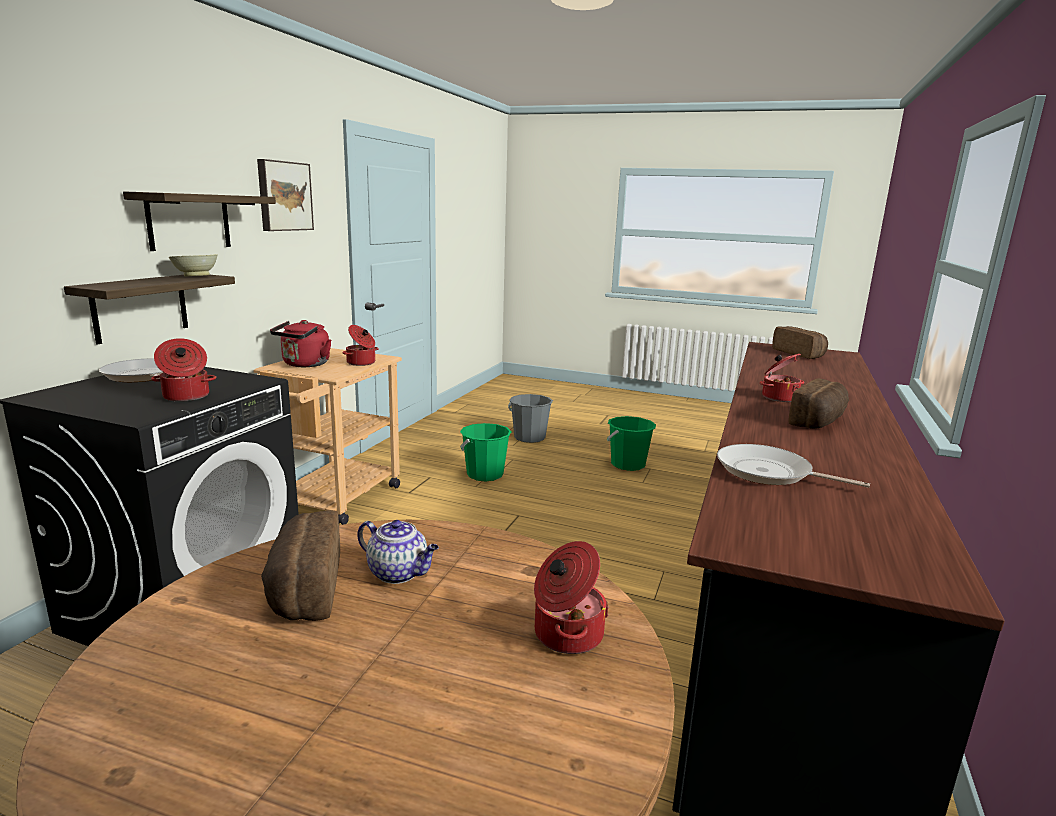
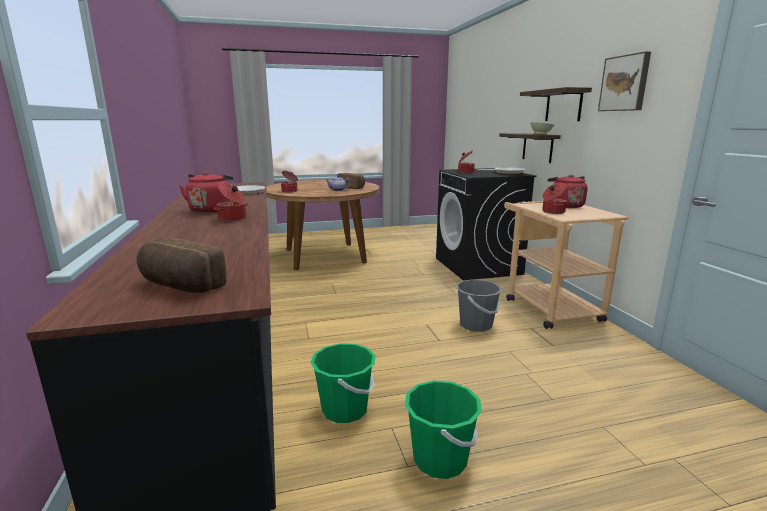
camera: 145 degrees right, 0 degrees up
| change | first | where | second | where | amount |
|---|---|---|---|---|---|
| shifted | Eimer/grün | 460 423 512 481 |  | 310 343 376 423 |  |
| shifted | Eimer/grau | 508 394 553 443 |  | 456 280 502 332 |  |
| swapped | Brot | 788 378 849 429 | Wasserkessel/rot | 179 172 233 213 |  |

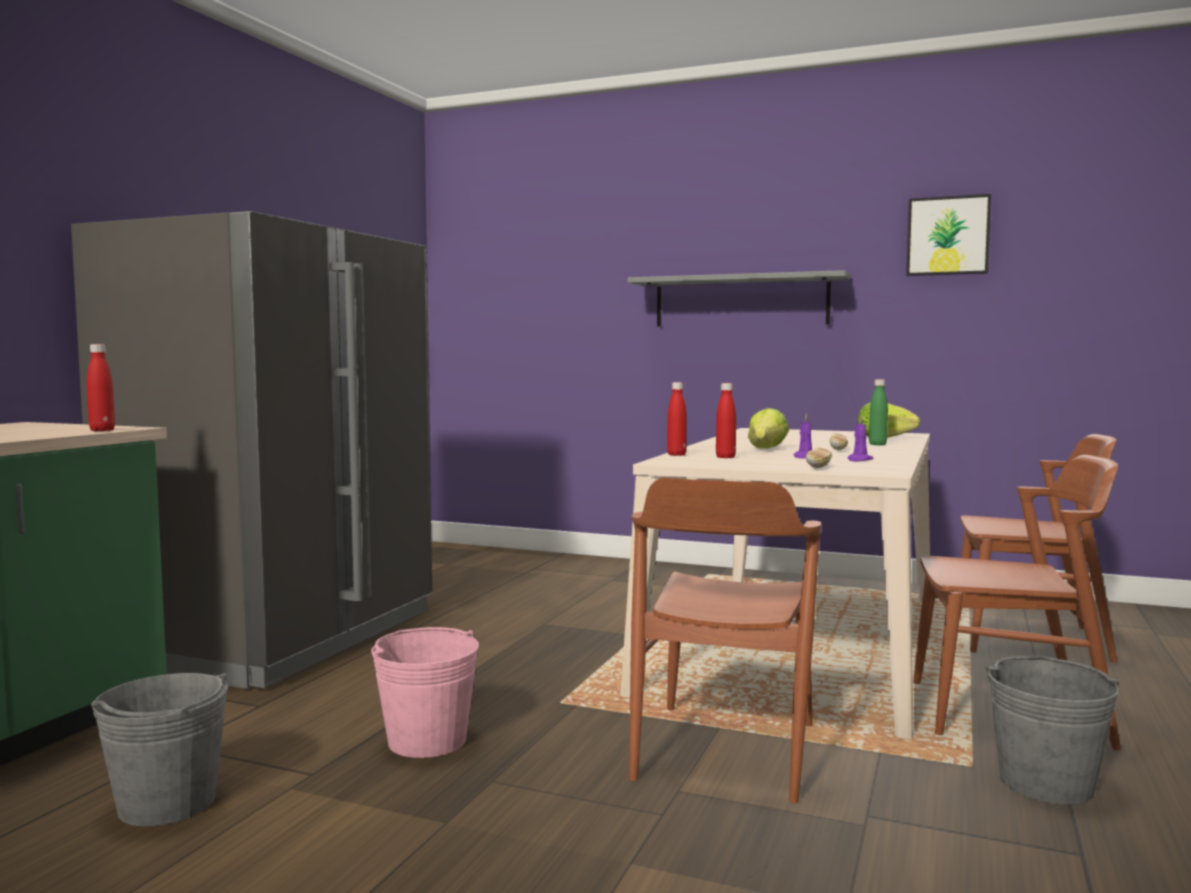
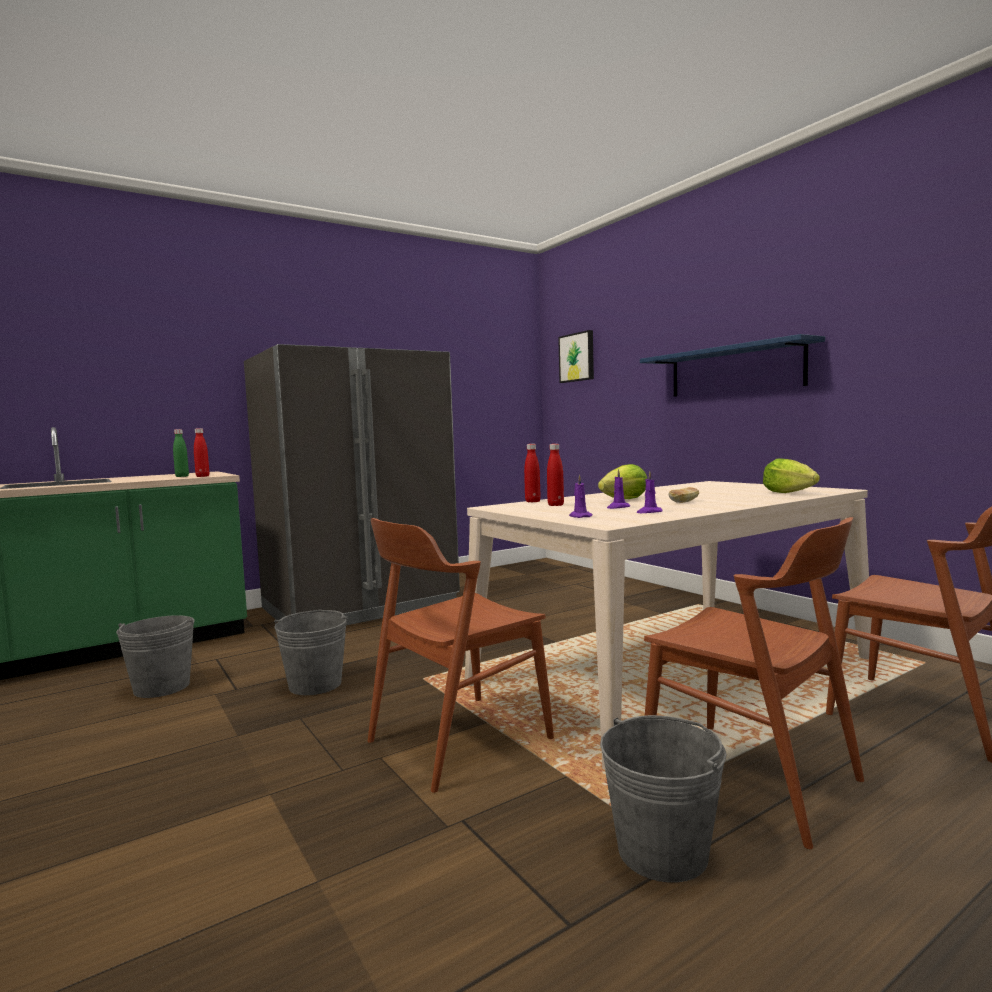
camera: 35 degrees right, 0 degrees up
| change | first | where | second | where | amount |
|---|---|---|---|---|---|
| shifted | Flasche/grün | 869 379 888 445 |  | 173 429 189 477 |  |
| shifted | Bild | 906 194 991 276 |  | 558 330 594 383 |  |
| swapped | Brot | 806 448 832 468 | Kerze/lila | 569 474 593 518 |  |
| repainted | Eimer/rosa | 371 627 479 758 | Eimer/grau | 274 610 347 695 |  |
| repainted | Wandregal/grau | 627 270 850 326 | Wandregal/blau | 640 334 825 397 |  |

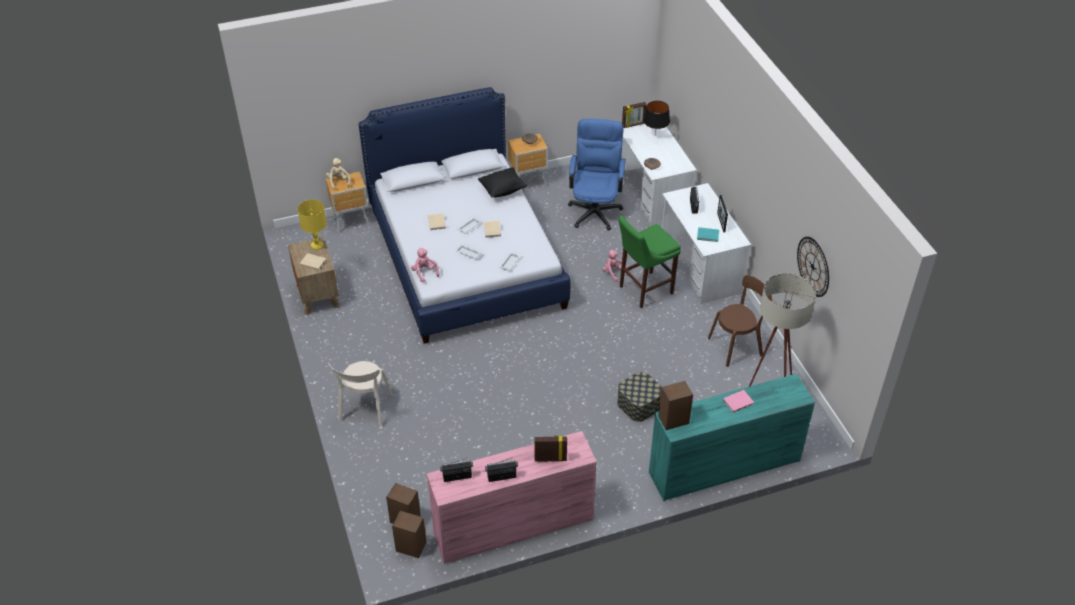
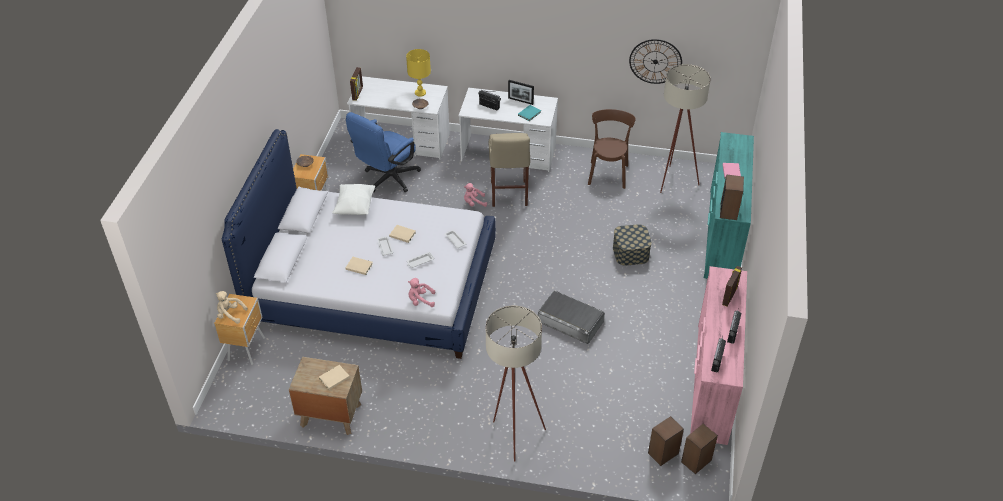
camera: 60 degrees left, 0 degrees up
| change | first | where | second | where | amount |
|---|---|---|---|---|---|
| gone | Tischlampe/schwarz | 643 101 670 135 |  |  |  |
| new |  |  | Aufbewahrungsbox/grau | 538 291 605 344 |  |
| shifted | Tischlampe/gelb | 298 200 327 250 |  | 406 49 431 97 |  |
| swapped | Stuhl/beige | 328 361 393 426 | Stehlampe/beige | 486 306 546 462 |  |
| repainted | Kissen/schwarz | 478 167 527 197 | Kissen/weiß | 332 184 375 215 |  |
| repainted | Hocker/grün | 618 216 681 308 | Hocker/beige | 489 133 530 207 |  |
| rotated | Bürostuhl/blau | 568 119 625 231 |  | 346 112 421 193 | 90 degrees counterclockwise |

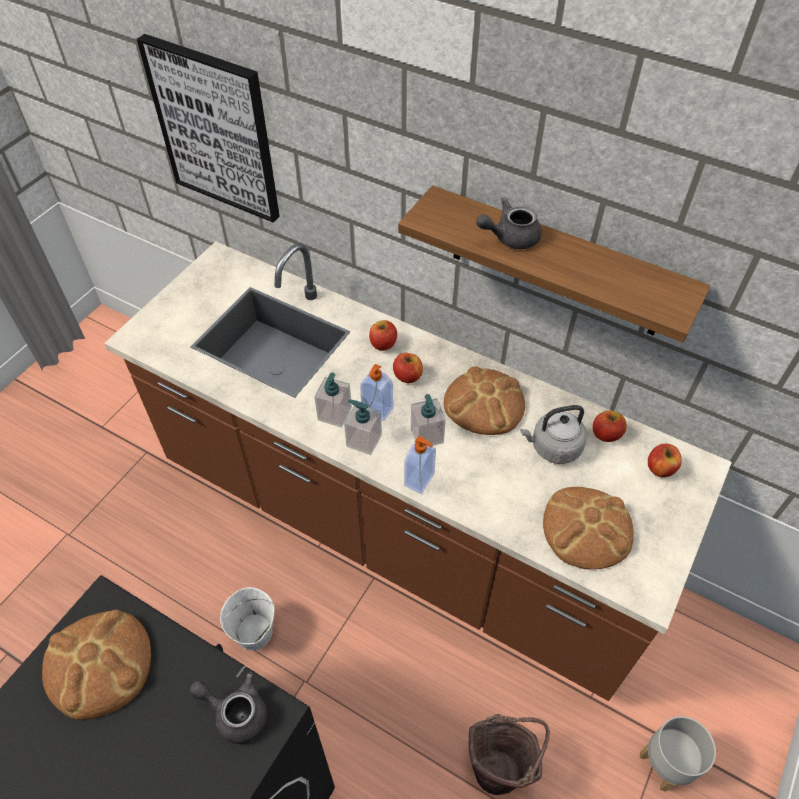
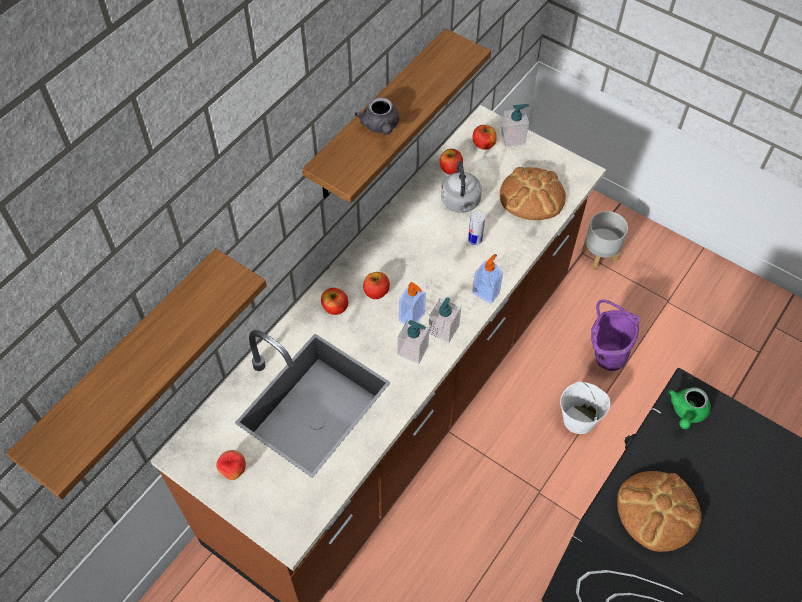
camera: 85 degrees left, 5 degrees up
| change | first | where | second | where | amount |
|---|---|---|---|---|---|
| gone | Brot | 444 366 525 435 |  |  |  |
| new |  |  | Apfel | 216 450 246 480 |  |
| new |  |  | Dose | 468 211 485 245 |  |
| shifted | Eimer/weiß | 220 587 275 651 |  | 560 381 610 434 |  |
| shifted | Seifenspender | 411 394 446 446 |  | 501 104 529 147 |  |
| swapped | Bild | 137 34 280 223 | Wandregal | 6 248 267 500 |  |
| repainted | Teekanne/grau | 190 672 268 744 | Teekanne/grün | 668 387 711 429 |  |
| repainted | Eimer/braun | 469 714 550 795 | Eimer/lila | 591 299 639 371 |  |

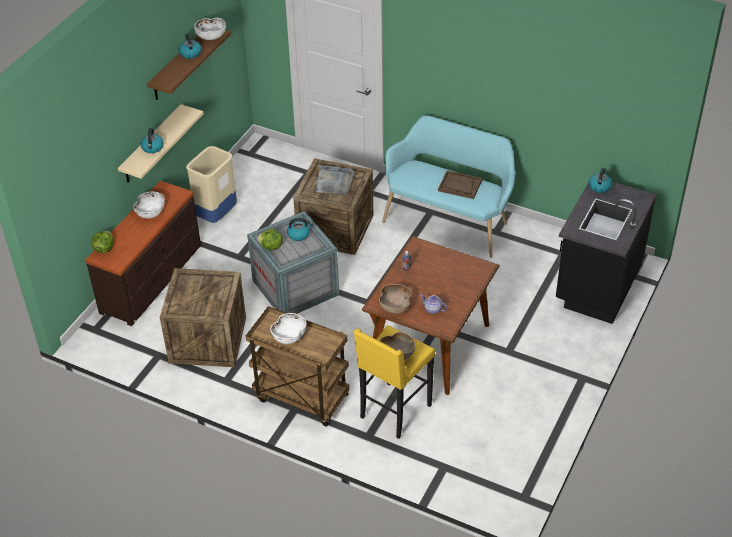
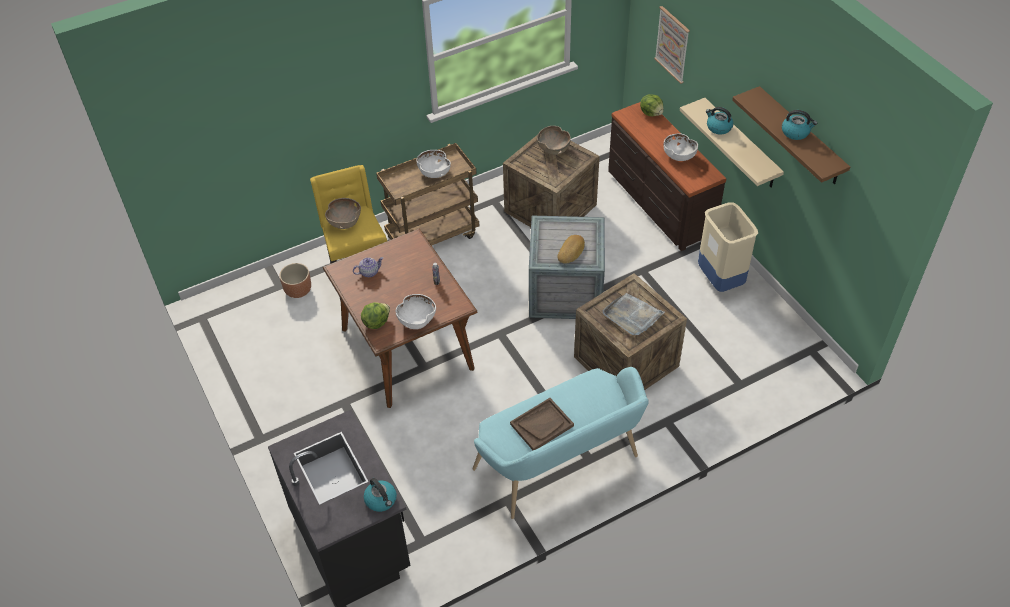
camera: 125 degrees right, 5 degrees up
| change | first | where | second | where | amount |
|---|---|---|---|---|---|
| new |  |  | Pflanzkübel/braun | 280 263 311 298 |  |
| new |  |  | Bild | 654 6 690 84 |  |
| shifted | Schüssel/weiß | 194 18 226 40 |  | 396 294 436 329 |  |
| shifted | Salatkopf | 257 229 283 250 |  | 361 302 390 329 |  |
| shifted | Schüssel/braun | 379 284 412 314 |  | 537 126 571 155 |  |
| swapped | Wasserkessel | 287 218 313 241 | Brot | 557 235 585 264 |  |

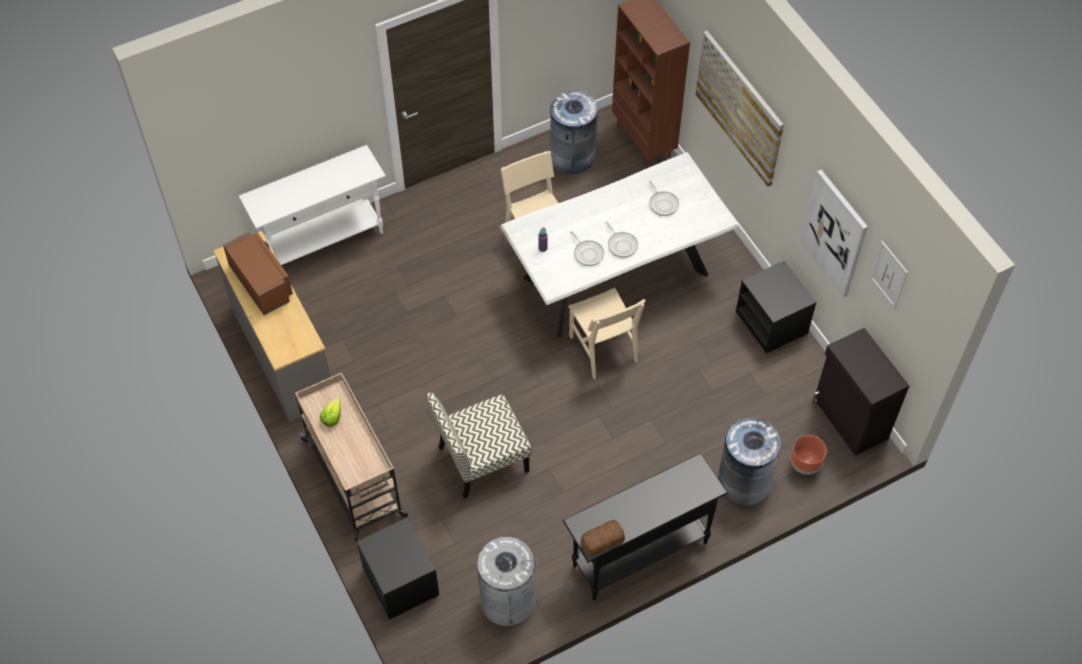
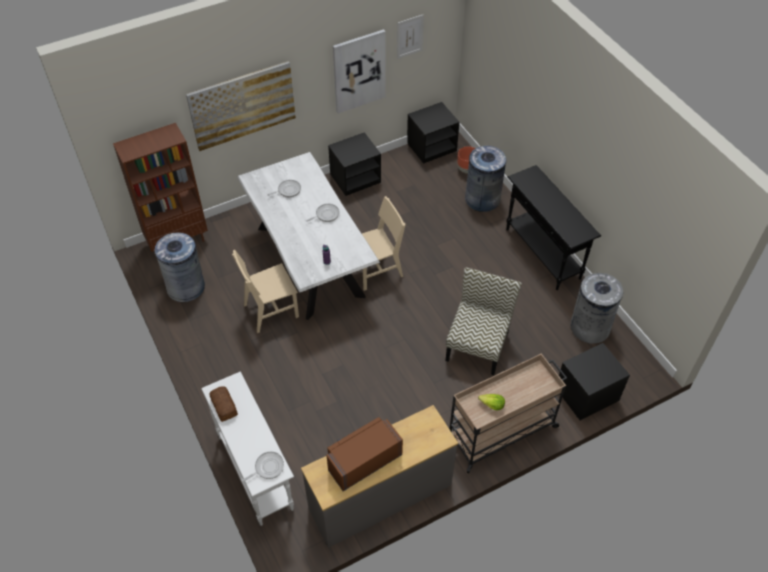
camera: 90 degrees left, 5 degrees down
| change | first | where | second | where | amount |
|---|---|---|---|---|---|
| shifted | Pfanne | 570 231 604 266 |  | 242 452 285 482 |  |
| shifted | Brot | 581 520 625 557 |  | 209 386 238 422 |  |
| swapped | Schrank/schwarz | 812 328 909 456 | Nachttisch/schwarz | 407 102 460 164 |  |
| rotated | Stuhl | 427 392 532 499 |  | 446 267 522 375 | 135 degrees counterclockwise |

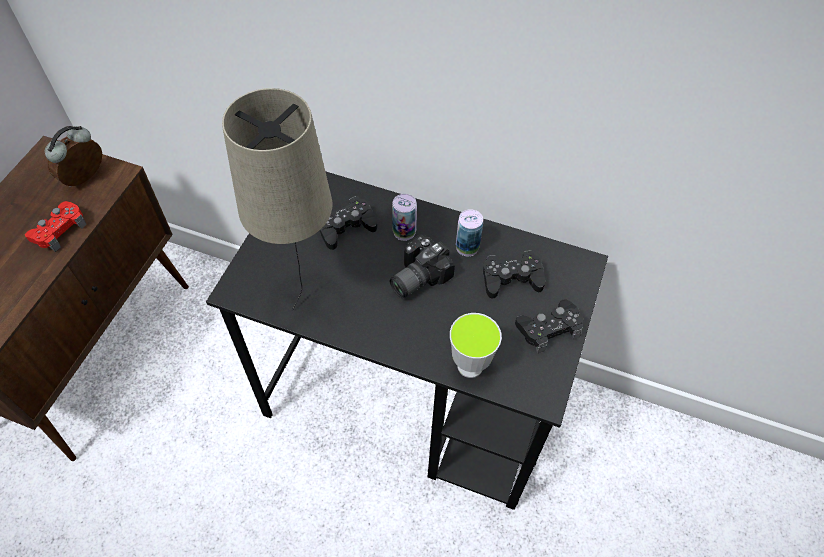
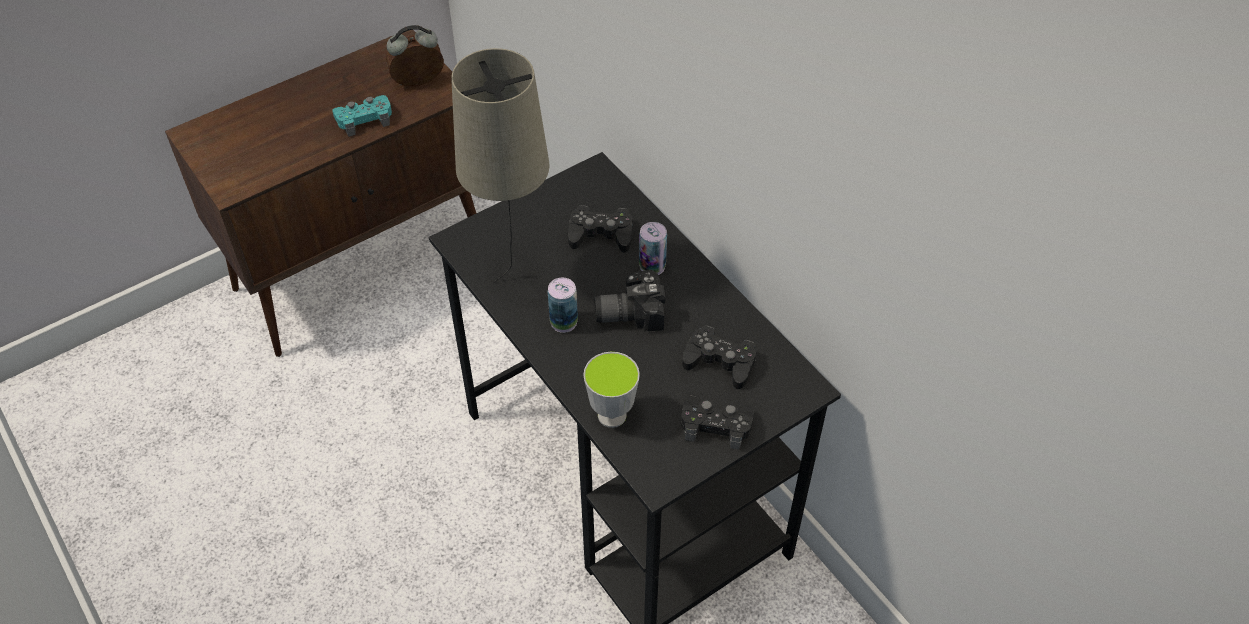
camera: 35 degrees right, 5 degrees down
| change | first | where | second | where | amount |
|---|---|---|---|---|---|
| shifted | Dose | 456 209 483 257 |  | 548 278 578 333 |  |
| repainted | Gamepad/rot | 25 201 87 252 | Gamepad/türkis | 332 95 392 137 |  |

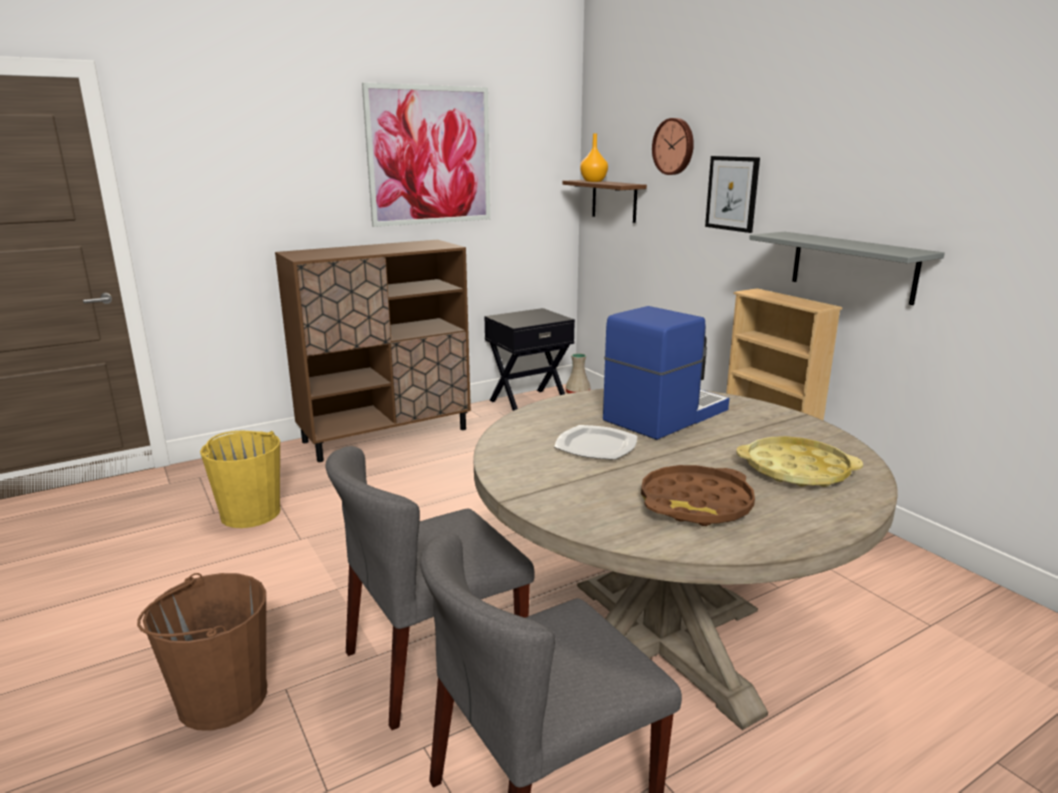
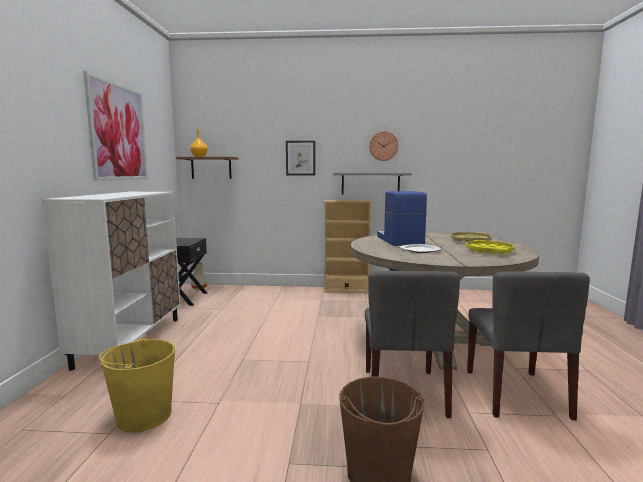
camera: 55 degrees left, 10 degrees down
| change | first | where | second | where | amount |
|---|---|---|---|---|---|
| shifted | Wanduhr | 652 118 694 175 |  | 369 131 398 161 |  |
| repainted | Schrank/braun | 275 240 471 462 | Schrank/weiß | 42 192 180 371 |  |
| repainted | Tablett/braun | 641 465 755 526 | Tablett/gelb | 466 240 515 254 |  |

